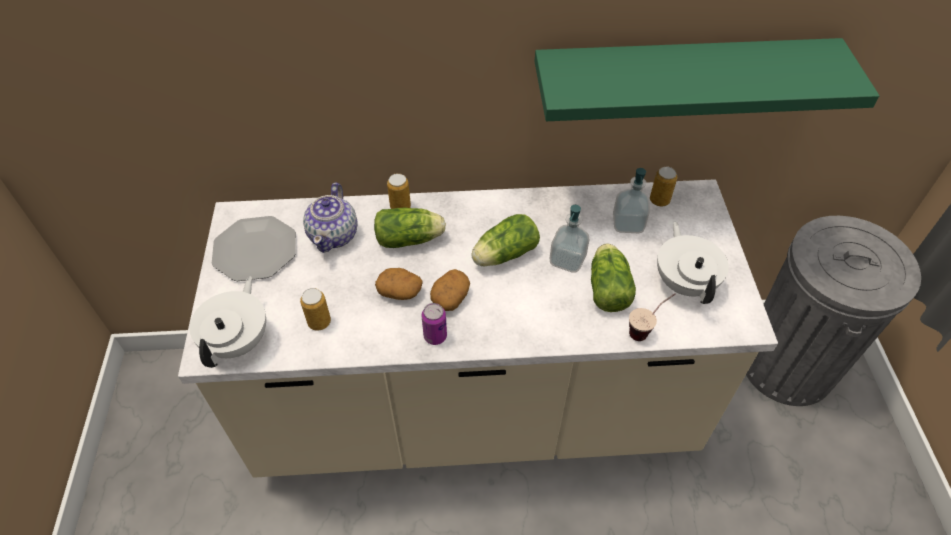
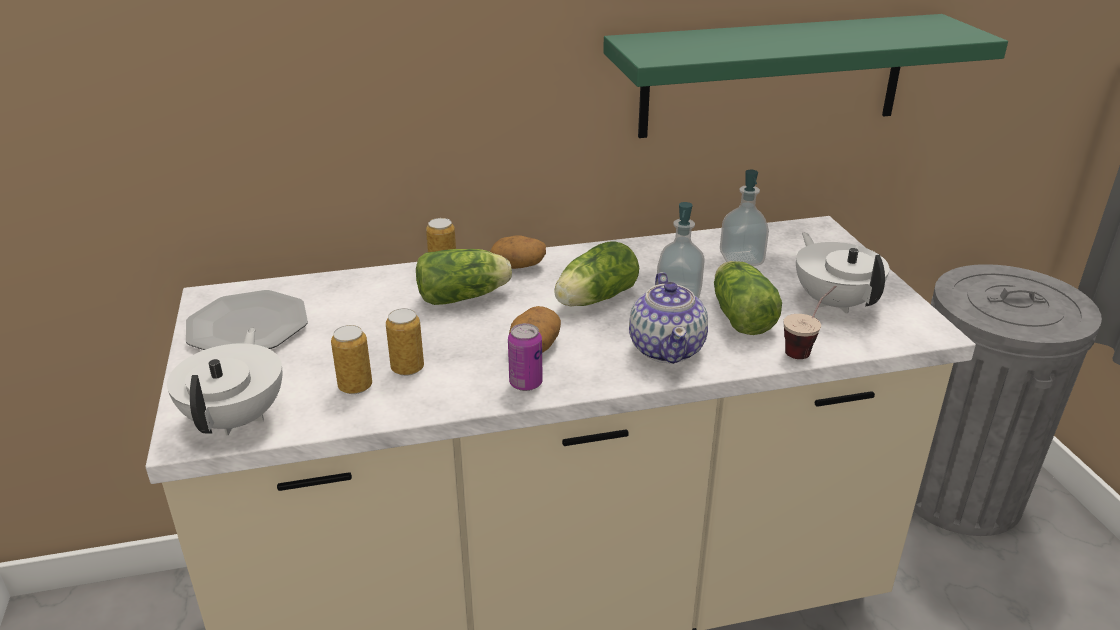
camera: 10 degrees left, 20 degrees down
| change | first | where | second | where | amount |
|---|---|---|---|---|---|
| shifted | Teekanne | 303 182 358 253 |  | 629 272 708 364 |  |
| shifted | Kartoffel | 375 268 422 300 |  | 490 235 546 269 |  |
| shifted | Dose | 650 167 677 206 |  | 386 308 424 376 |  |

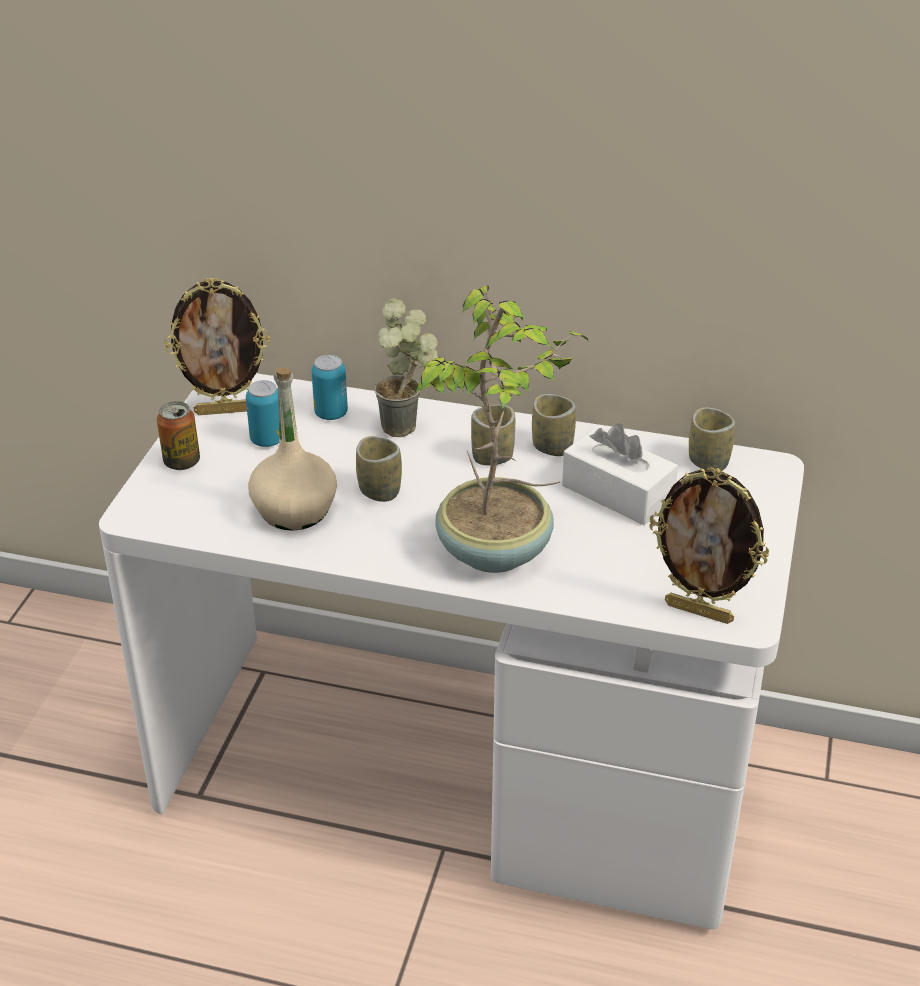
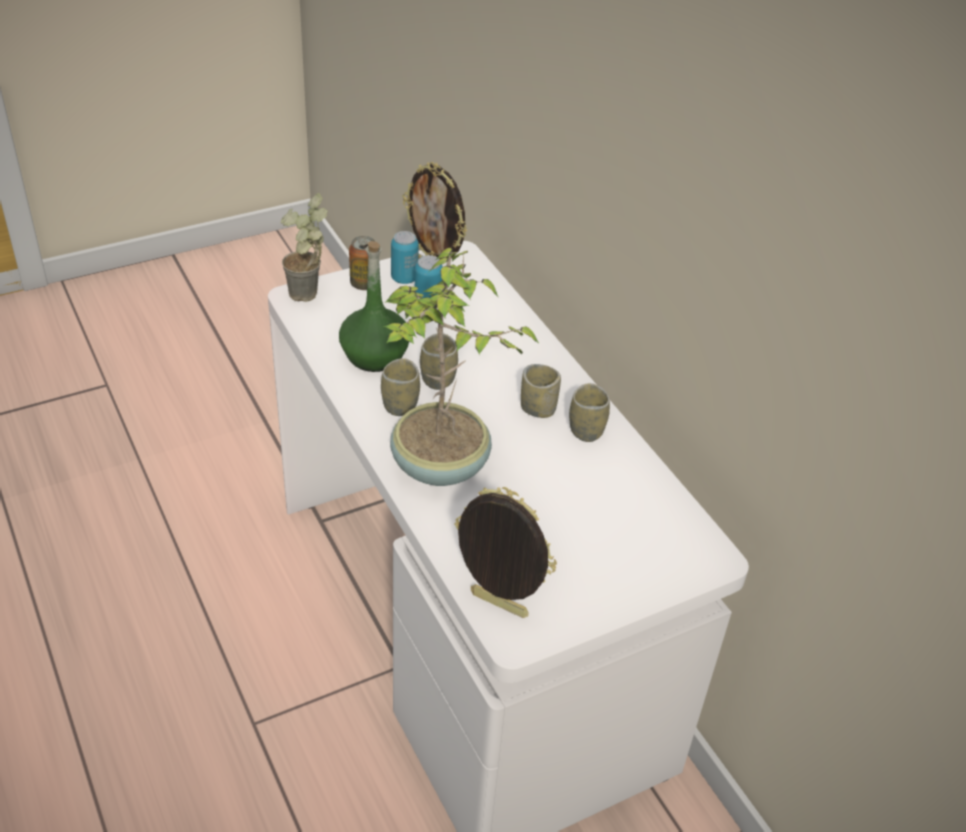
camera: 45 degrees right, 5 degrees up
| change | first | where | second | where | amount |
|---|---|---|---|---|---|
| gone | Taschentuchbox/weiß | 562 423 678 525 |  |  |  |
| shifted | Dose | 312 355 348 420 |  | 391 231 419 284 |  |
| shifted | Topfpflanze | 374 298 438 437 |  | 281 193 328 302 |  |
| shifted | Tasse | 689 407 735 471 |  | 381 358 420 416 |  |
| repainted | Flasche/beige | 248 368 337 531 | Flasche/grün | 339 241 409 372 |  |
| rotated | Bilderrahmen | 649 467 769 624 |  | 455 487 557 618 | 135 degrees clockwise |

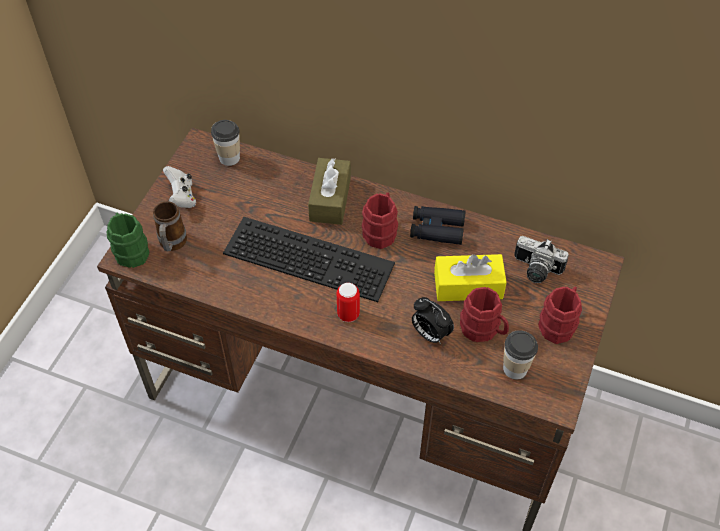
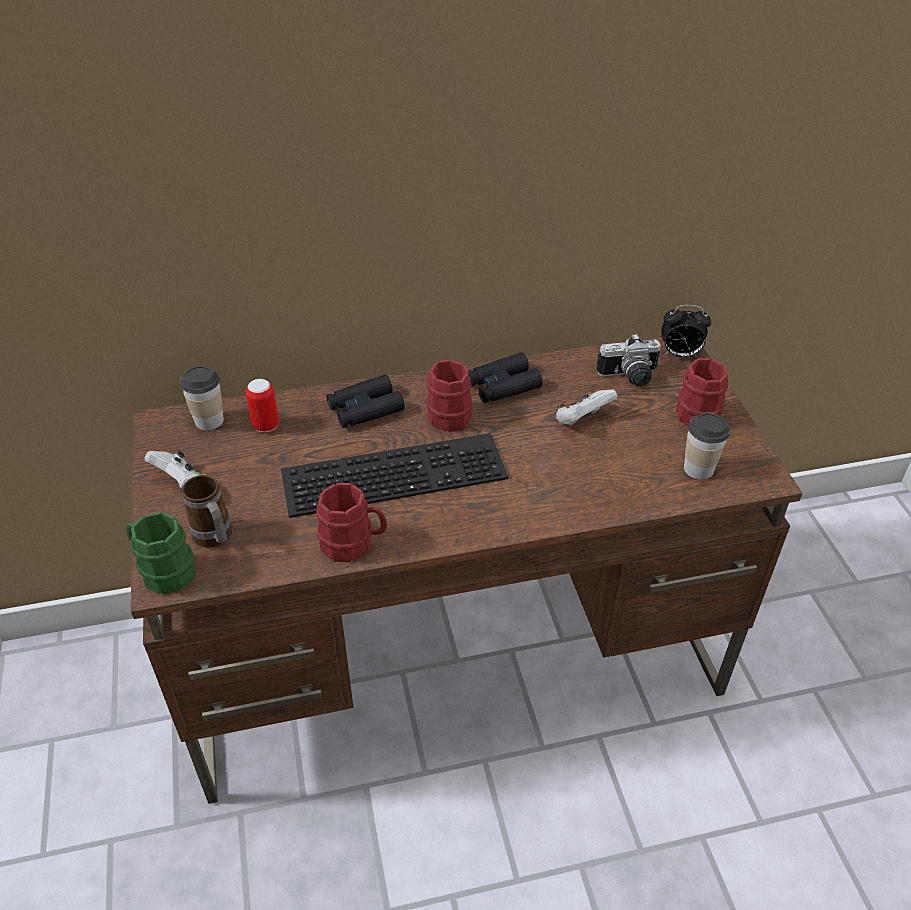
camera: 35 degrees left, 10 degrees down
| change | first | where | second | where | amount |
|---|---|---|---|---|---|
| shifted | Dose | 337 283 360 322 |  | 246 379 279 432 |  |
| shifted | Wecker | 412 297 454 344 |  | 661 305 711 358 |  |
| shifted | Henkelbecher/rot | 460 287 509 342 |  | 316 483 387 562 |  |
| swapped | Taschentuchbox/braun | 308 158 351 225 | Fernglas/schwarz | 326 374 405 428 |  |
| swapped | Taschentuchbox/gelb | 434 254 507 301 | Gamepad/weiß | 556 389 618 426 |  |

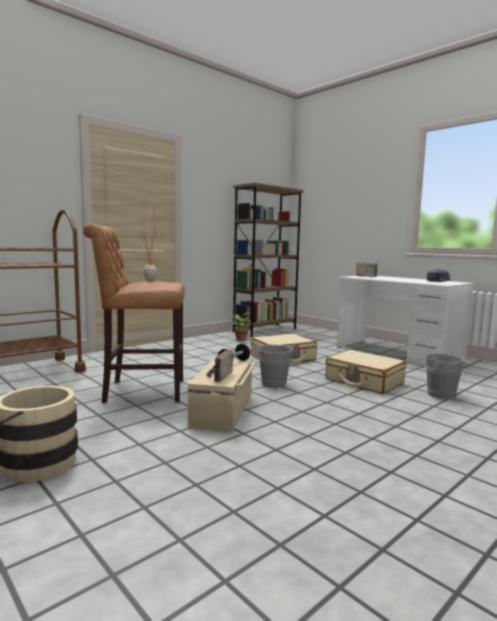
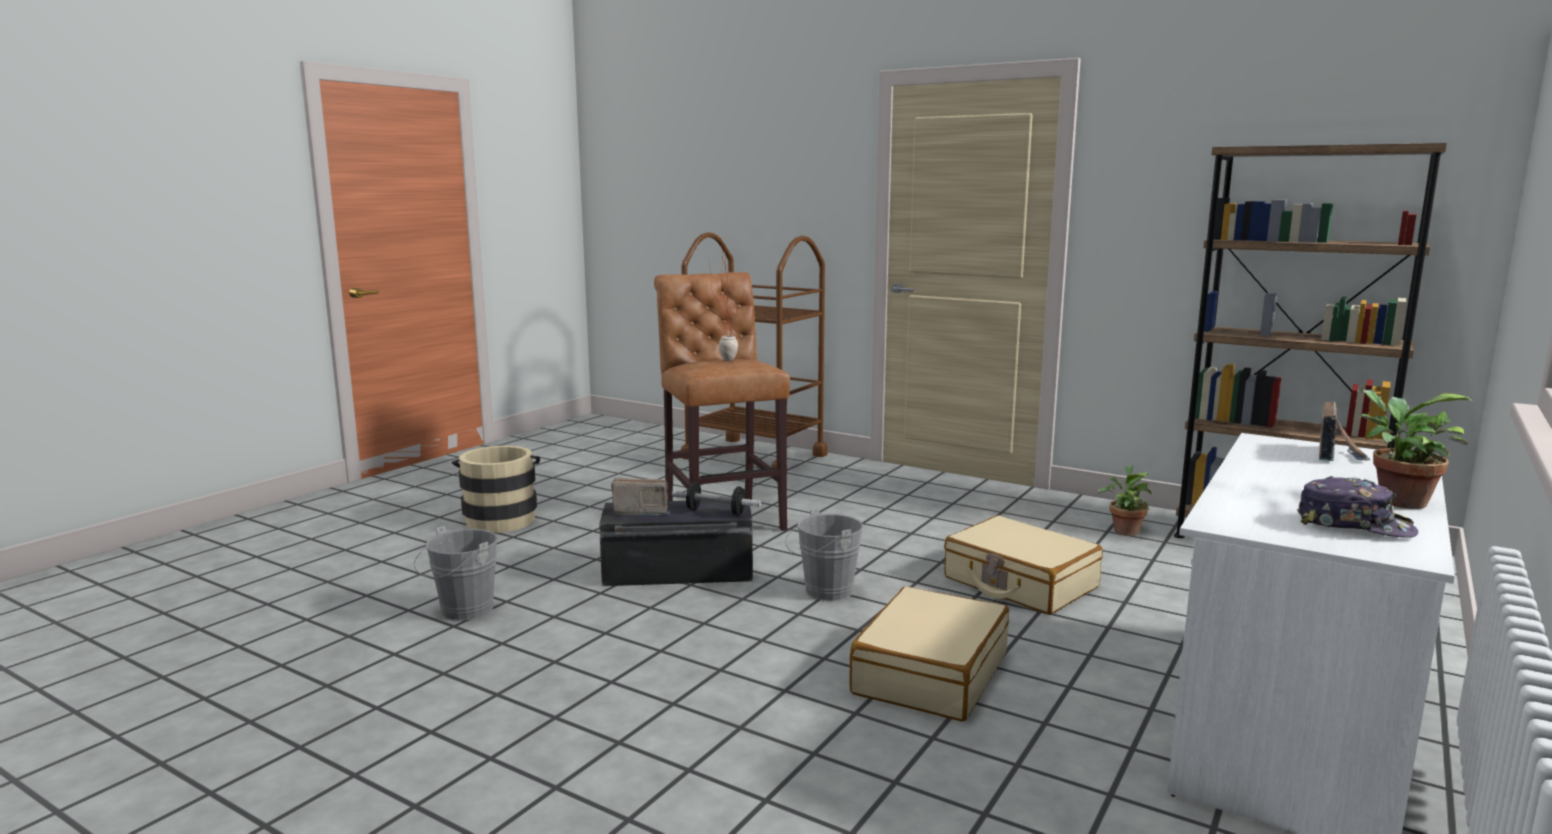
camera: 75 degrees right, 5 degrees up
| change | first | where | second | where | amount |
|---|---|---|---|---|---|
| new |  |  | Topfpflanze | 1360 389 1473 509 |  |
| shifted | Eimer/grau | 425 352 471 400 |  | 414 526 498 621 |  |
| repainted | Aufbewahrungsbox/beige | 188 357 255 432 | Aufbewahrungsbox/schwarz | 599 499 753 586 |  |

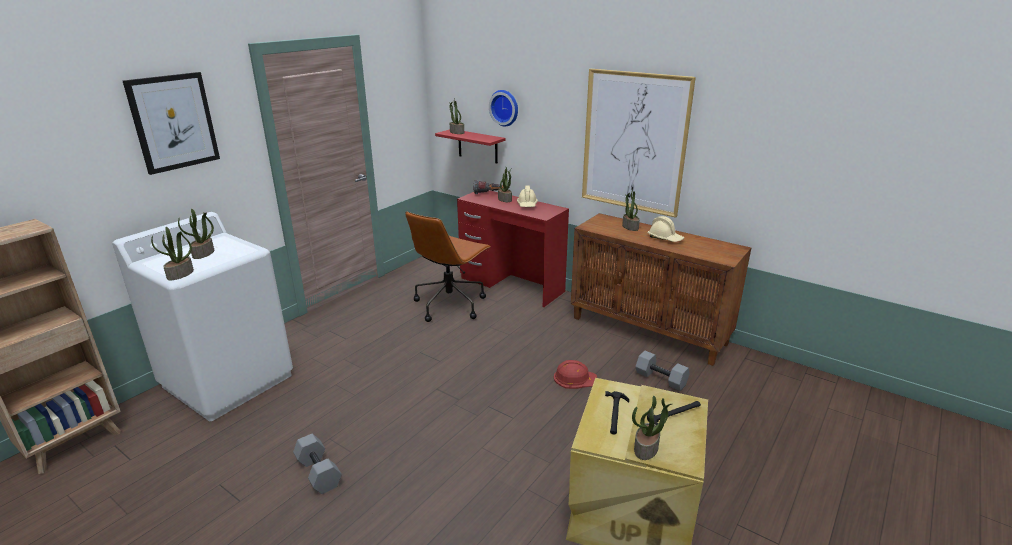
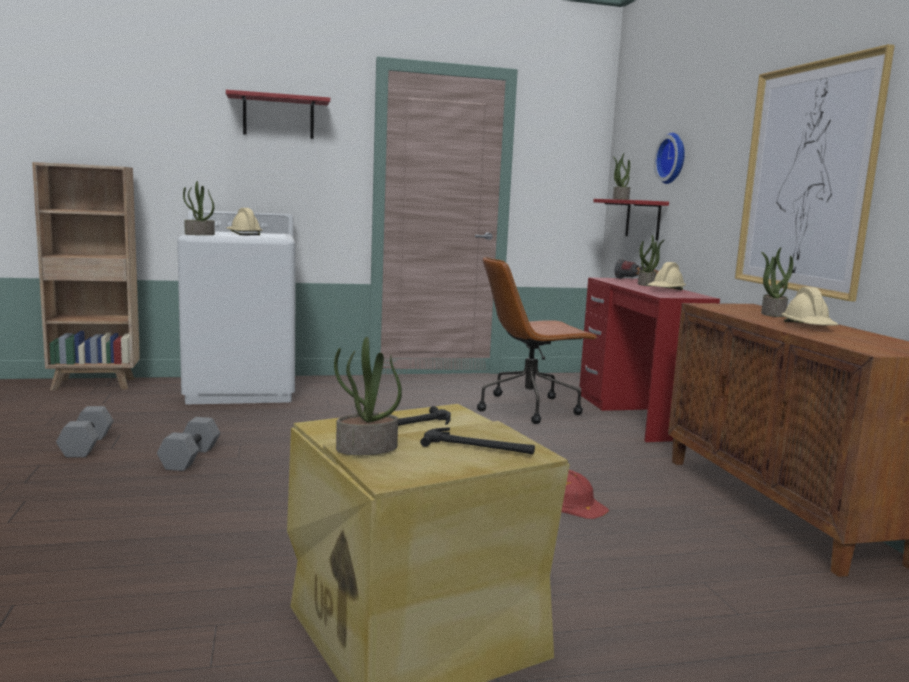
camera: 40 degrees right, 15 degrees down
| change | first | where | second | where | amount |
|---|---|---|---|---|---|
| shifted | Hantel/grau | 635 351 689 391 |  | 56 406 113 458 |  |
| swapped | Bild | 123 72 220 175 | Wandregal/rot | 226 90 330 139 |  |
| swapped | Topfpflanze | 178 209 214 259 | Schutzhelm/beige | 227 208 262 235 |  |

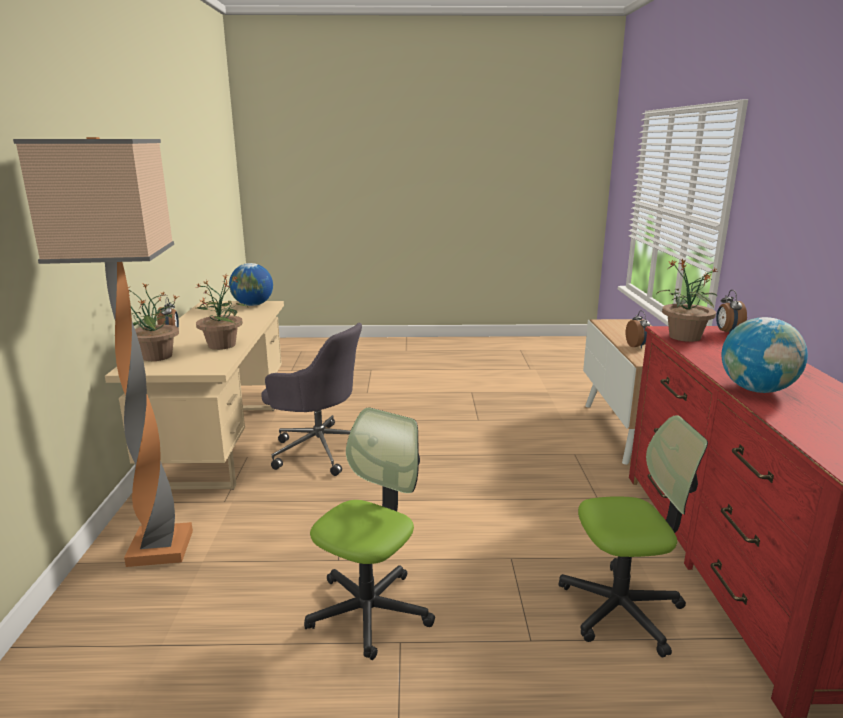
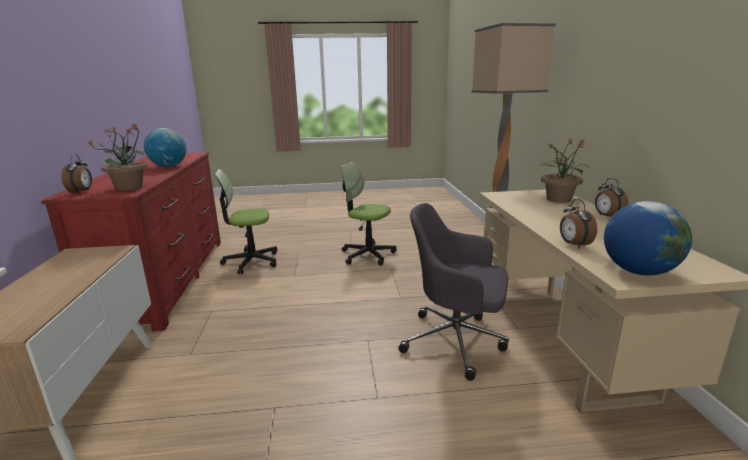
camera: 175 degrees right, 0 degrees up
| change | first | where | second | where | amount |
|---|---|---|---|---|---|
| gone | Topfpflanze | 195 275 246 350 |  |  |  |
| shifted | Wecker | 626 310 650 349 |  | 560 199 597 248 |  |
| rotated | Bürostuhl | 304 407 435 660 |  | 340 162 397 265 | 90 degrees clockwise |

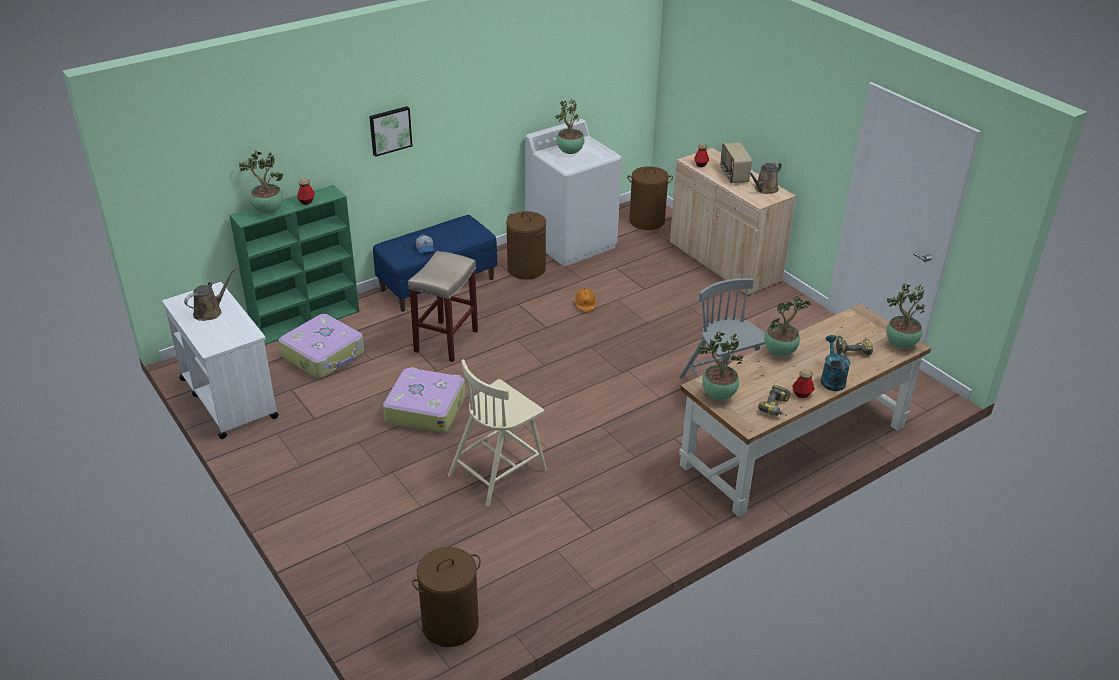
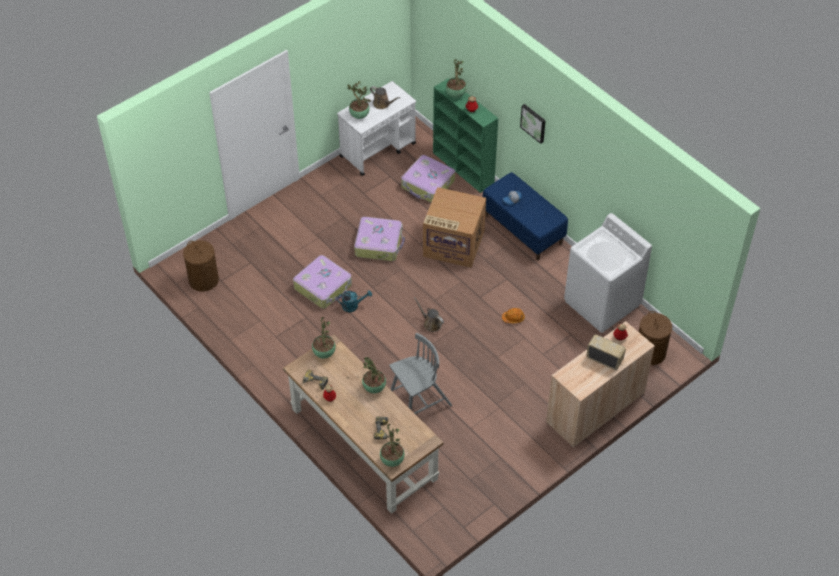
camera: 85 degrees right, 15 degrees up
| change | first | where | second | where | amount |
|---|---|---|---|---|---|
| gone | Wäschekorb/braun | 506 211 546 280 |  |  |  |
| shifted | Topfpflanze | 555 98 584 154 |  | 347 81 371 119 |  |
| shifted | Gießkanne/braun | 747 162 782 194 |  | 414 297 444 332 |  |
| shifted | Gießkanne/türkis | 820 335 851 391 |  | 337 290 372 312 |  |
| swapped | Hocker/beige | 408 251 478 362 | Karton | 423 187 486 268 |  |
| swapped | Stuhl/beige | 448 359 547 507 | Koffer | 293 255 352 309 |  |
| rotated | Radio | 720 142 752 183 |  | 586 334 626 370 | 45 degrees clockwise |

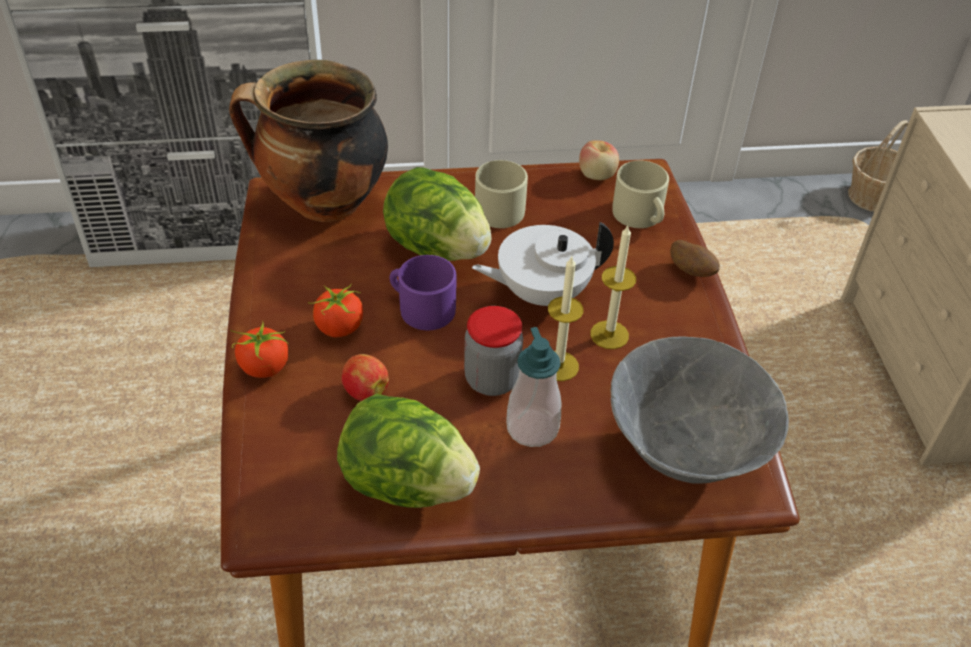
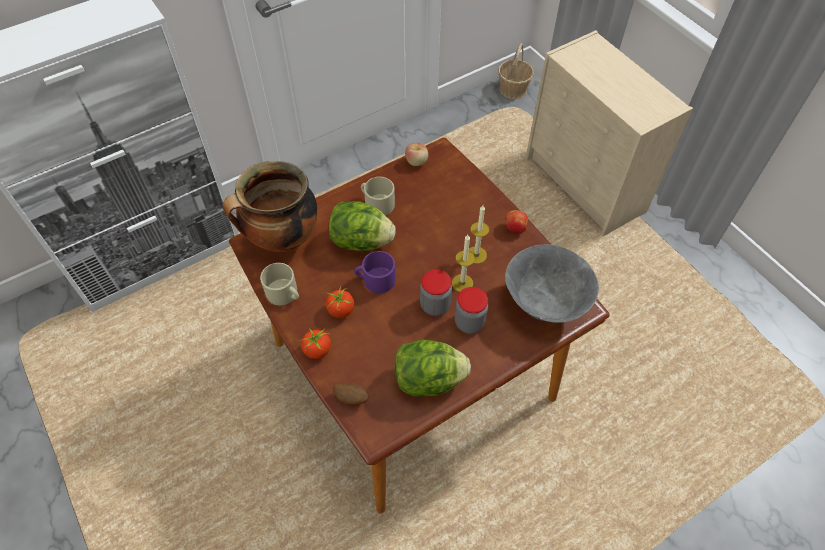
camera: 25 degrees left, 10 degrees up
| change | first | where | second | where | amount |
|---|---|---|---|---|---|
| gone | Teekanne/weiß | 472 222 614 306 |  |  |  |
| shifted | Apfel | 342 354 389 401 |  | 505 210 528 233 |  |
| shifted | Henkelbecher/beige | 612 160 669 228 |  | 260 263 299 305 |  |
| shifted | Kartoffel | 670 240 720 277 |  | 333 383 368 405 |  |
| swapped | Seifenspender | 506 327 561 447 | Vorratsglas | 455 287 488 334 |  |

